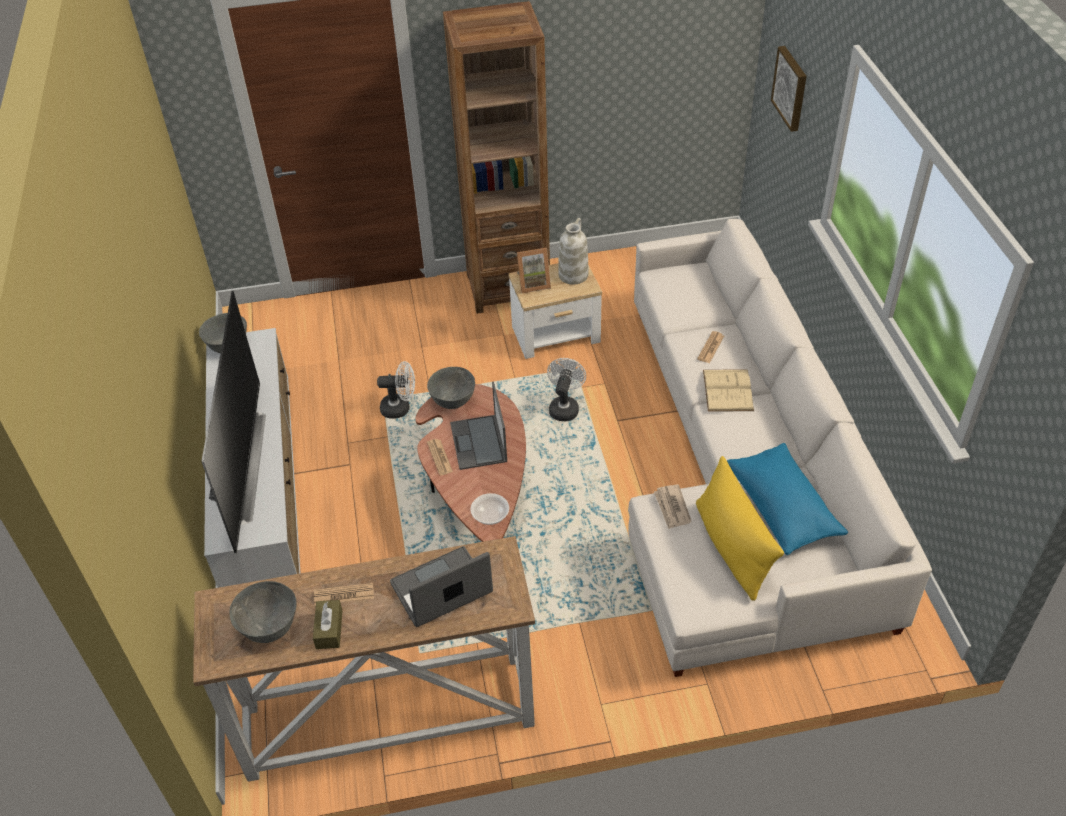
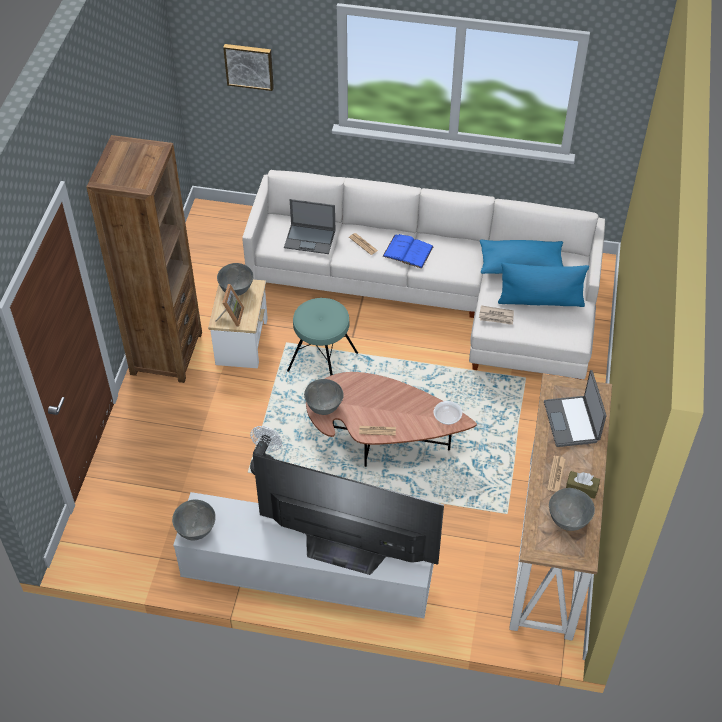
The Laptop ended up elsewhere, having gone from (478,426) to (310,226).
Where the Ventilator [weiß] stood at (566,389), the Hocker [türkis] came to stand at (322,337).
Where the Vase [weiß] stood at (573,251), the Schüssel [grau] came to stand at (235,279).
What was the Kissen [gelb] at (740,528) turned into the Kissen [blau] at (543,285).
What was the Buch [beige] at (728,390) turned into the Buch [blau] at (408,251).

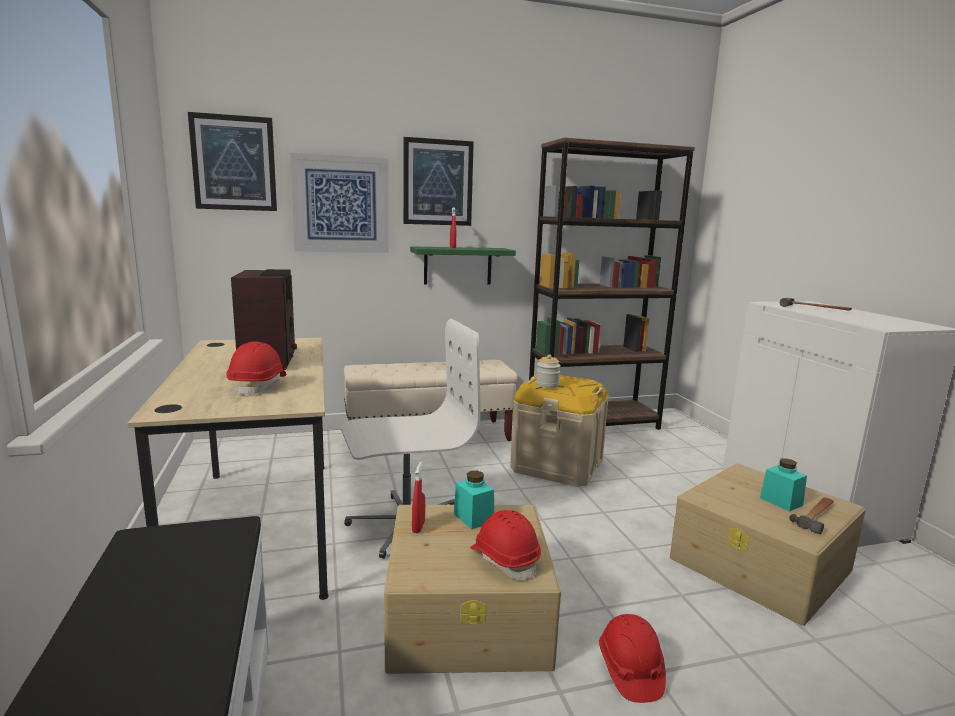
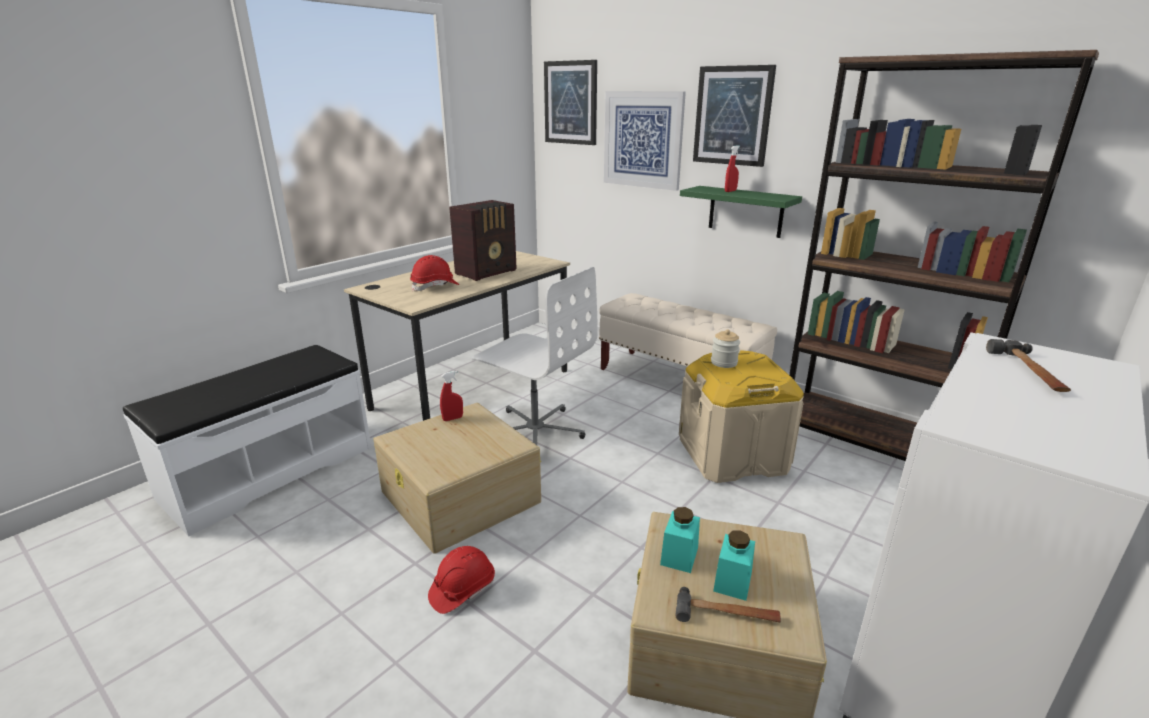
The second view lost the Schutzhelm [rot] at (505,545).
The Vorratsglas [türkis] ended up elsewhere, having gone from (474,500) to (680,540).

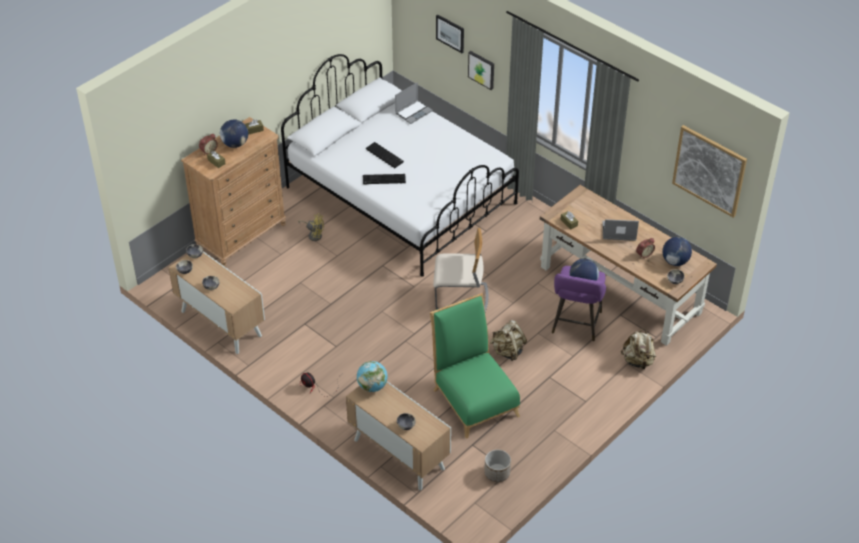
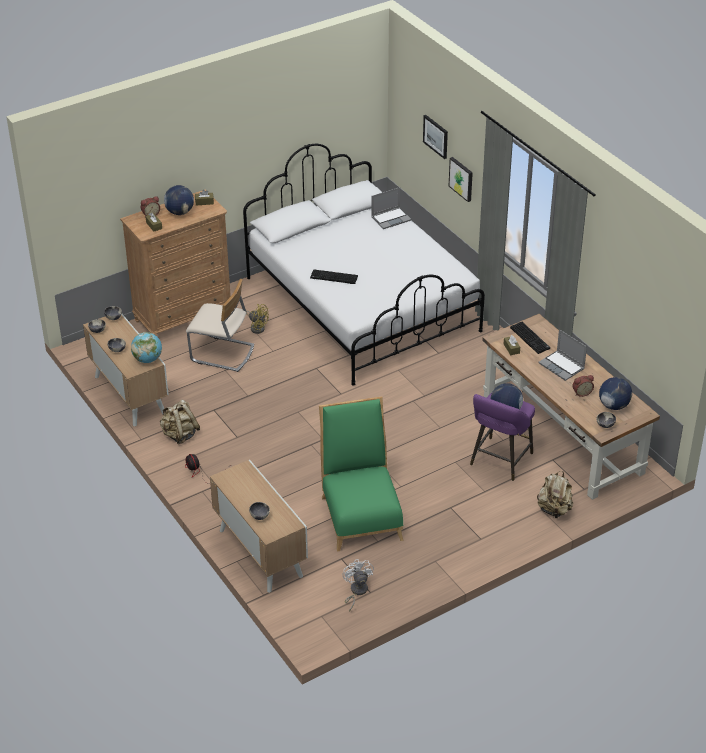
The second view lost the Bild at (709,171).
The Globus ended up elsewhere, having gone from (372,376) to (146,347).
The Tastatur ended up elsewhere, having gone from (385,155) to (530,338).
The Stuhl [beige] ended up elsewhere, having gone from (461,270) to (220,325).
The Rucksack [beige] ended up elsewhere, having gone from (508,340) to (180,421).
Where the Pflanzkübel stood at (497,465), the Ventilator [weiß] came to stand at (358,585).
The Laptop at (621,230) ended up facing another way, 150 degrees counterclockwise from before.

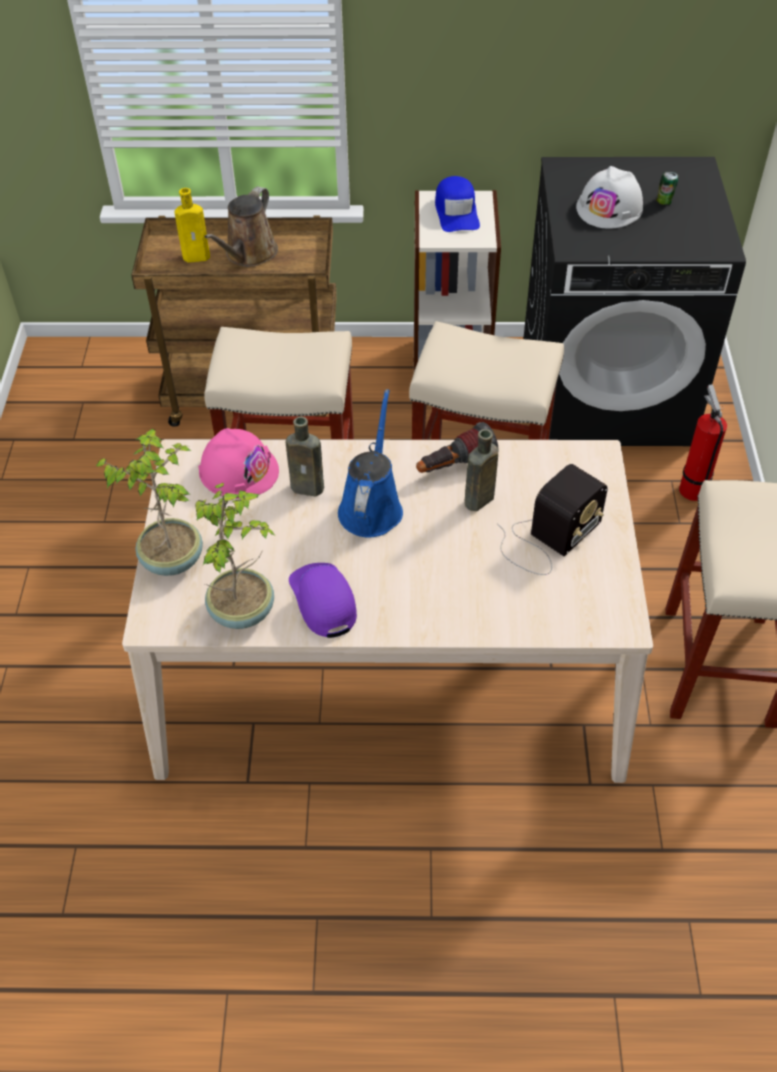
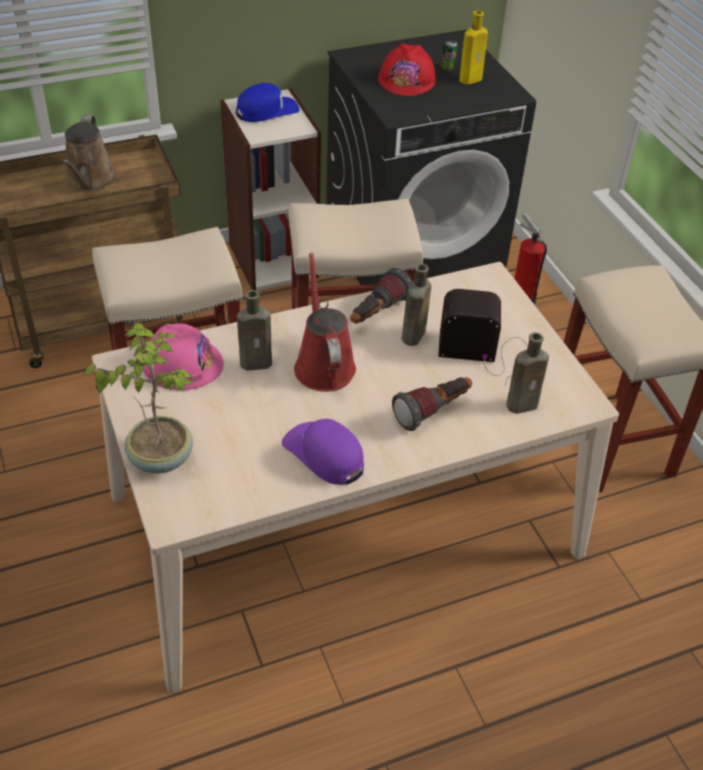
The second view lost the Topfpflanze at (234,556).
The second view gained the Taschenlampe at (432,404).
The second view gained the Flasche [braun] at (527,373).
The Flasche [gelb] ended up elsewhere, having gone from (192,225) to (473,48).
What was the Gießkanne [blau] at (370,463) turned into the Gießkanne [rot] at (325,322).
What was the Schutzhelm [weiß] at (609,197) turned into the Schutzhelm [rot] at (407,69).
The Kappe [blau] at (457,204) ended up facing another way, 90 degrees counterclockwise from before.
The Radio at (552,519) ended up facing another way, 105 degrees counterclockwise from before.

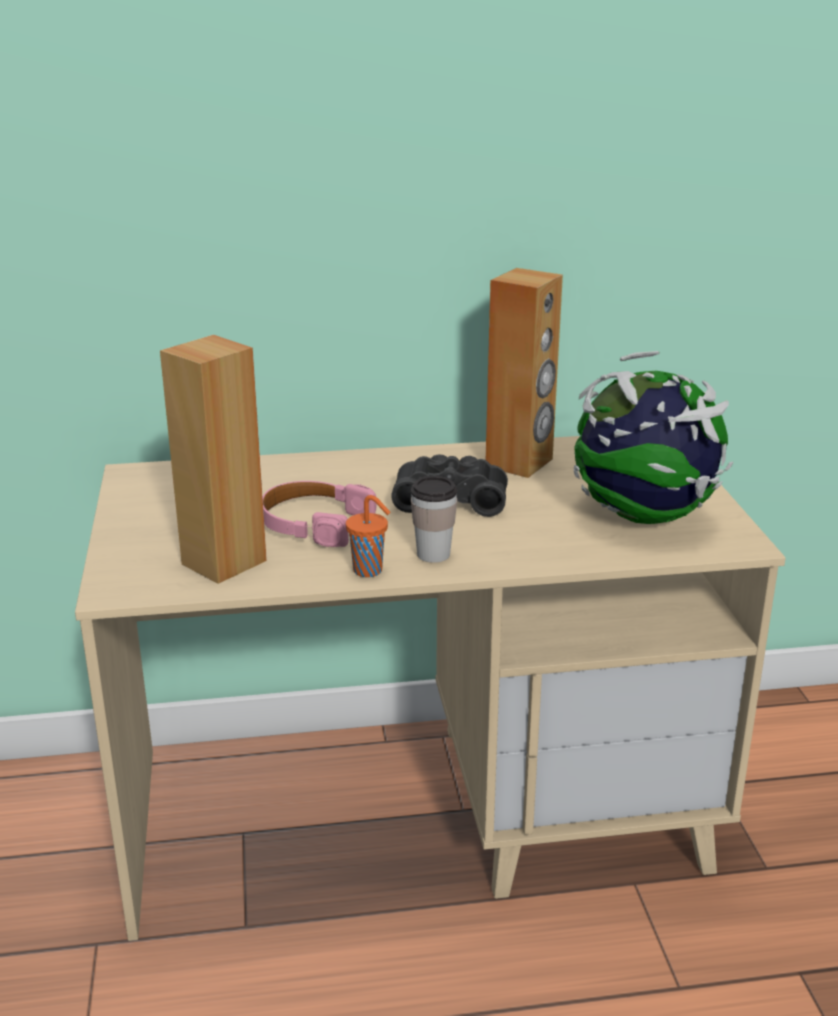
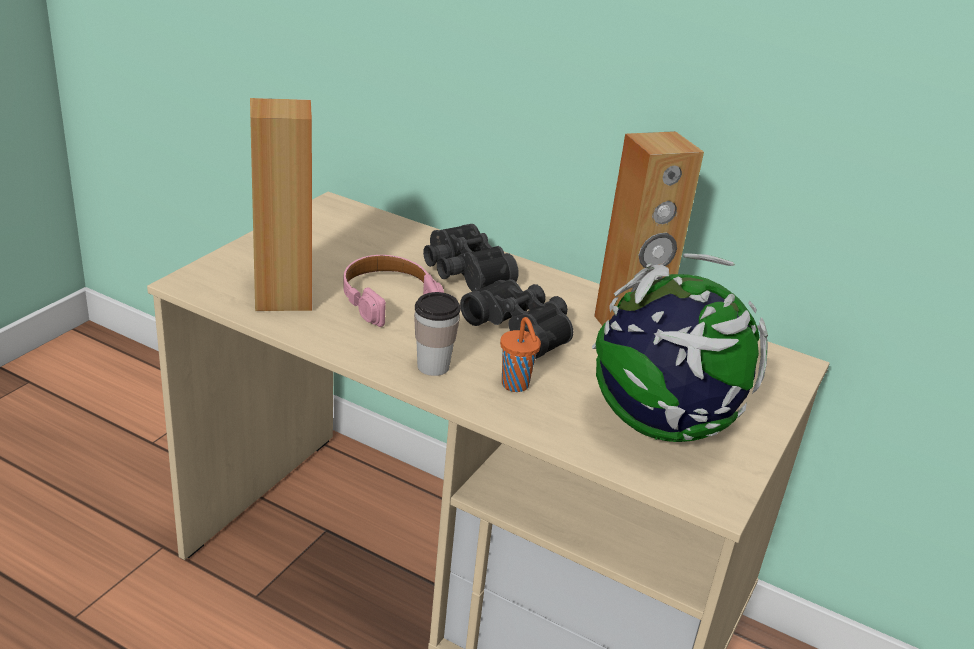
The second view gained the Fernglas [schwarz] at (471,257).
The Tasse [orange] ended up elsewhere, having gone from (368,536) to (520,354).

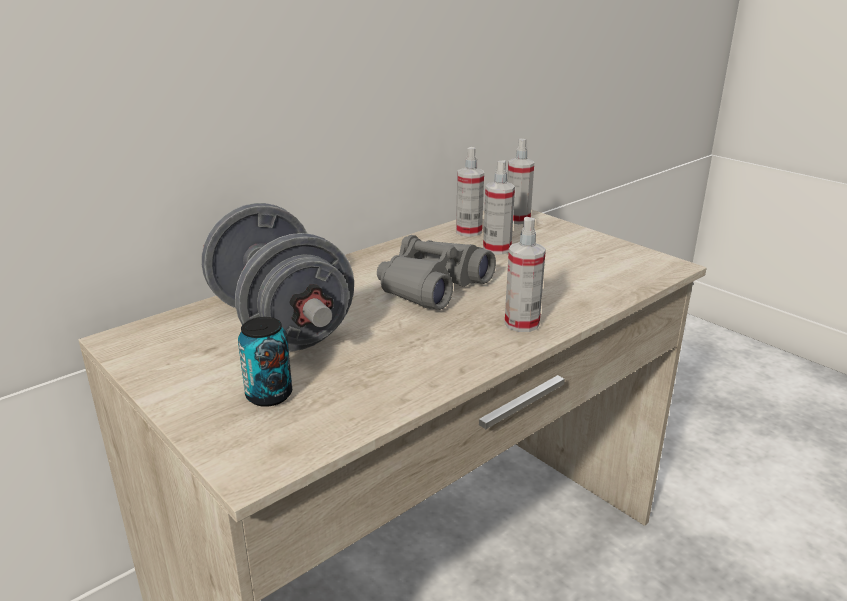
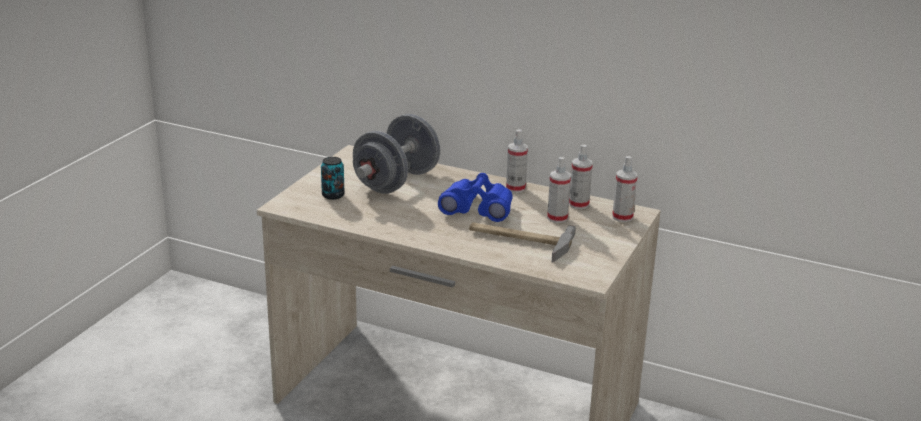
The second view gained the Hammer at (522,242).
The Sprühflasche ended up elsewhere, having gone from (525,274) to (517,161).
What was the Fernglas [grau] at (436,272) turned into the Fernglas [blau] at (475,197).

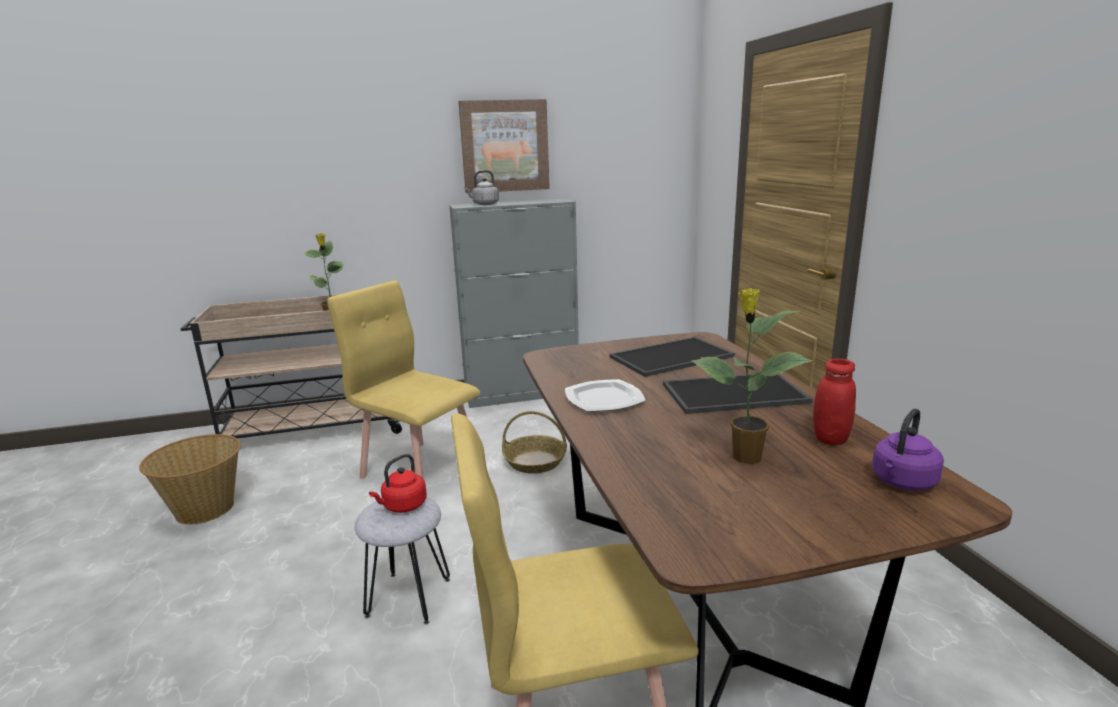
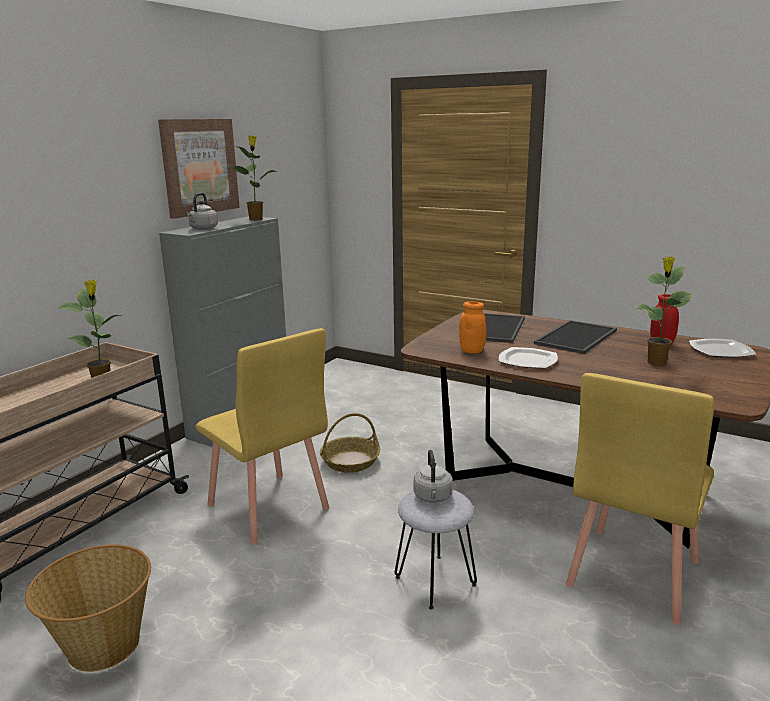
The second view gained the Topfpflanze at (253,178).
The second view gained the Vorratsglas [orange] at (473,327).
Where the Wasserkessel [lila] stood at (908,450), the Teller came to stand at (723,348).
What was the Wasserkessel [rot] at (398,483) turned into the Wasserkessel [grau] at (433,476).
The Stuhl [gelb] at (403,379) ended up facing another way, 120 degrees counterclockwise from before.

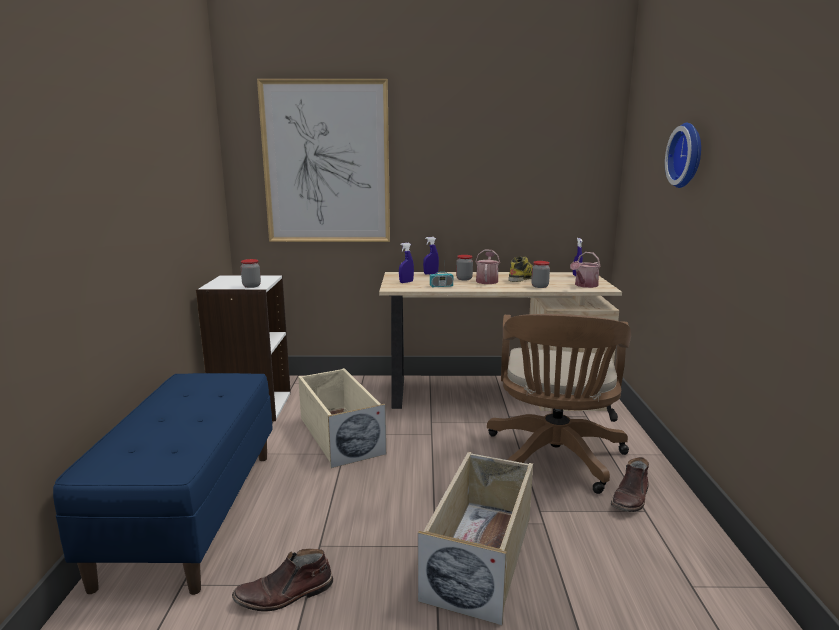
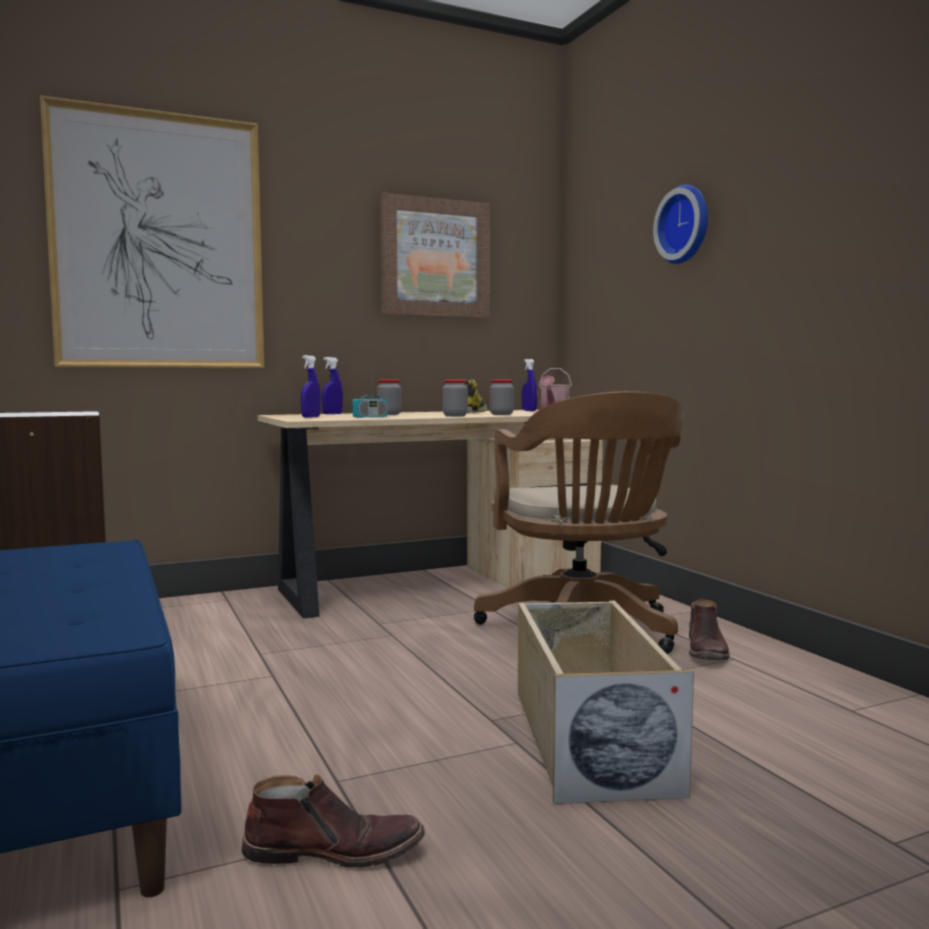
The second view lost the Aufbewahrungsbox [beige] at (342,418).
The second view lost the Gießkanne at (487,266).
The second view gained the Bild at (435,255).
The Vorratsglas ended up elsewhere, having gone from (251,273) to (455,398).
The Stiefel [braun] at (282,580) ended up facing another way, 135 degrees counterclockwise from before.

